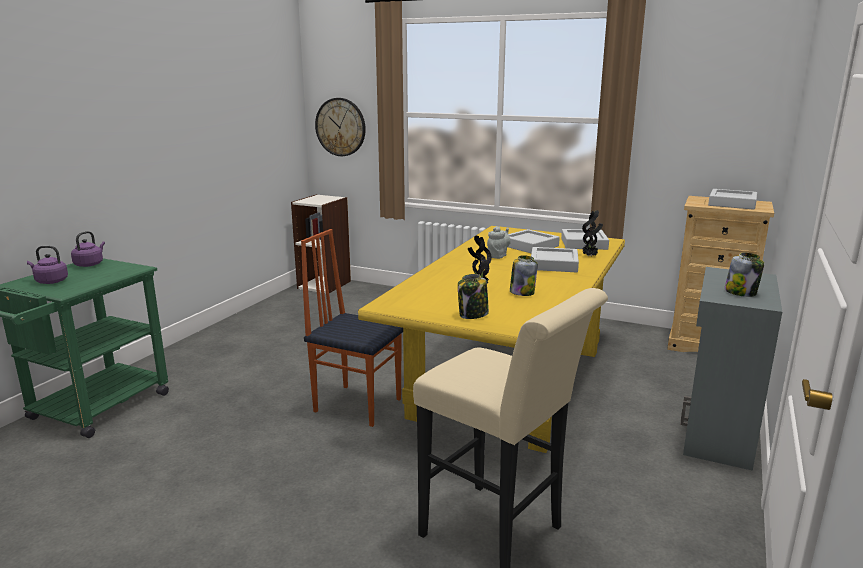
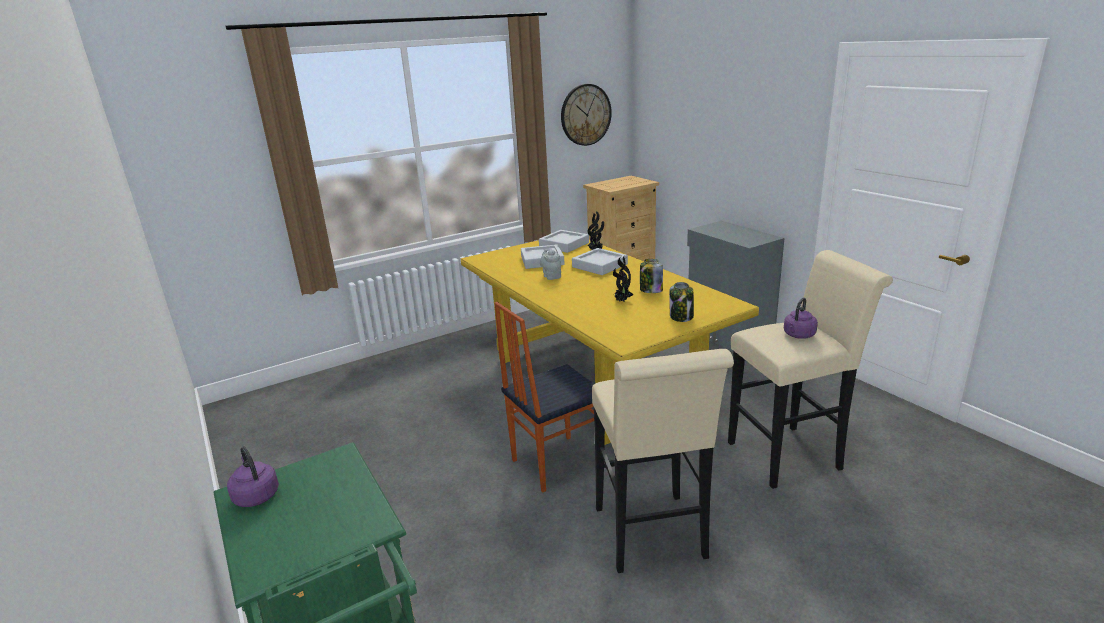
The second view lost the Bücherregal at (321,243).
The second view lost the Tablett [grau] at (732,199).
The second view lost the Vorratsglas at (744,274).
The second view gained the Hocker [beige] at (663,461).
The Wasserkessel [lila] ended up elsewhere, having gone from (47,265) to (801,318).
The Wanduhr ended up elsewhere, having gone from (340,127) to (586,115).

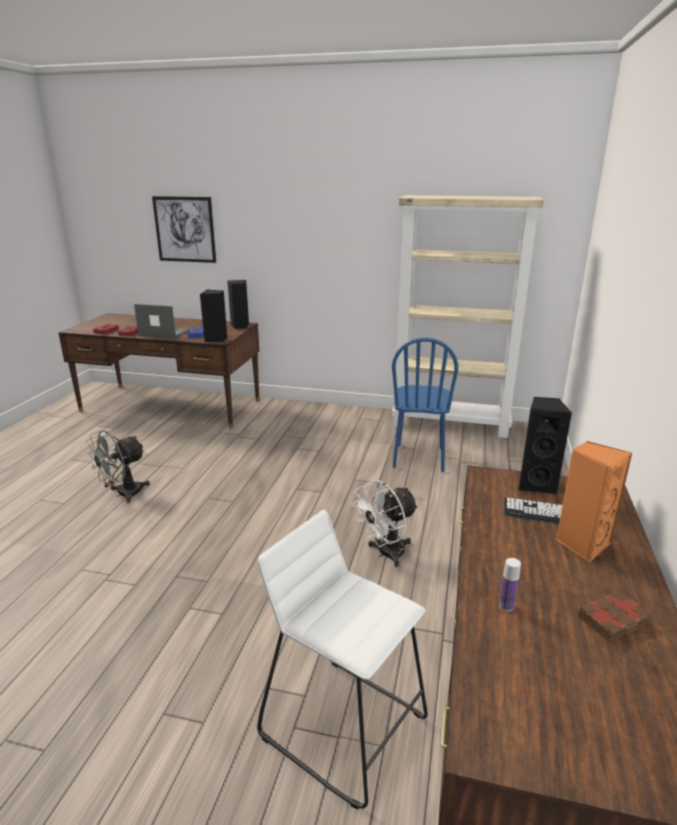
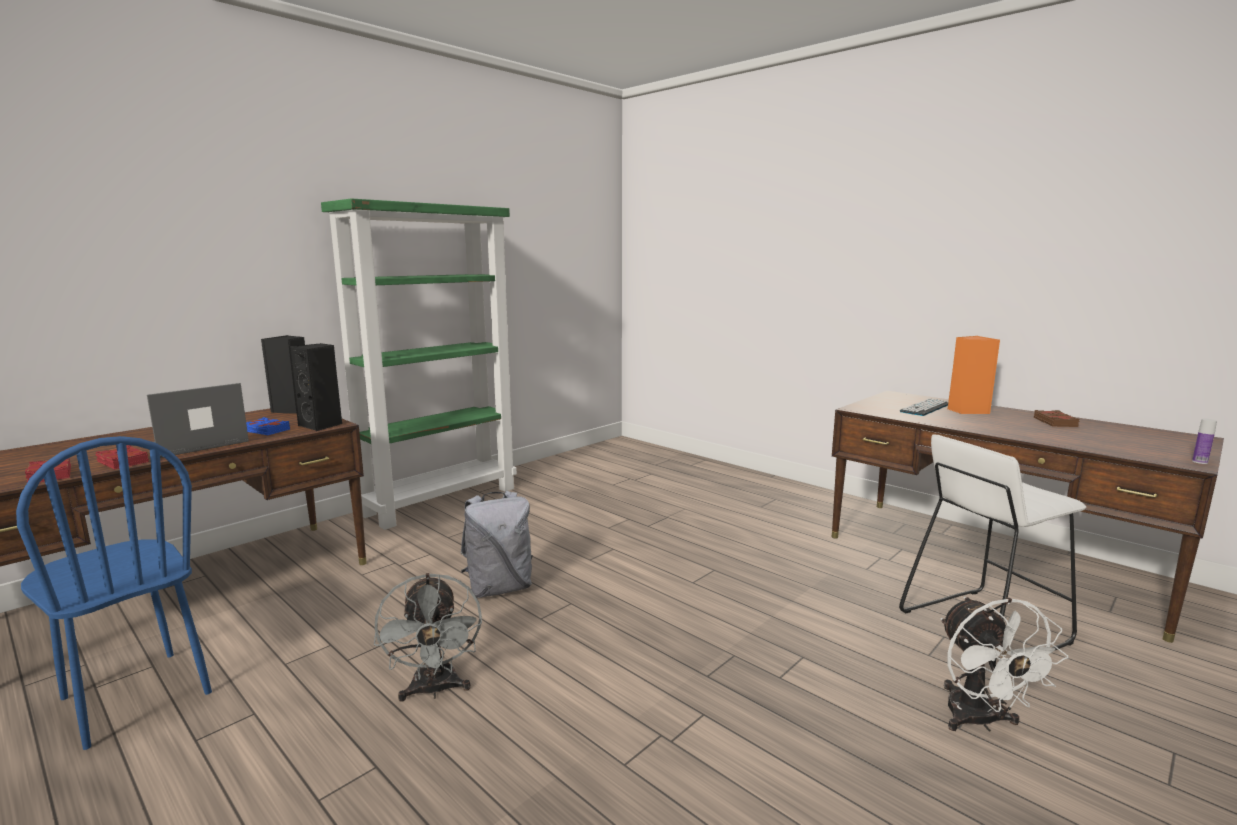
The second view lost the Bild at (184,229).
The second view lost the Bücherregal [beige] at (468,316).
The second view lost the Lautsprecher [schwarz] at (545,446).
The second view gained the Bücherregal [grün] at (419,364).
The second view gained the Rucksack [grau] at (496,544).
The Ventilator [weiß] ended up elsewhere, having gone from (384,523) to (1004,664).
The Stuhl [blau] ended up elsewhere, having gone from (425,405) to (114,593).
The Flasche ended up elsewhere, having gone from (510,584) to (1204,441).

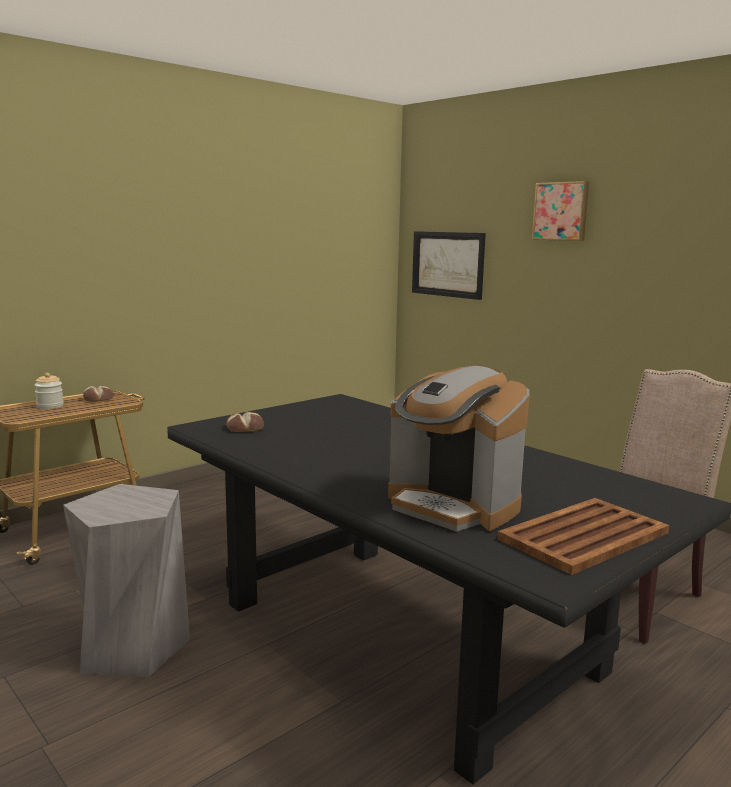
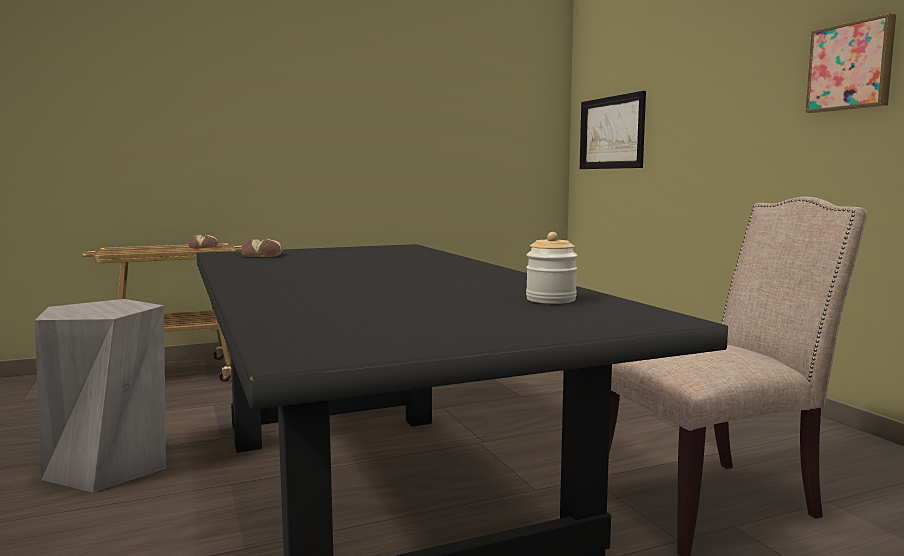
The second view lost the Kaffeemaschine at (459,449).
The second view lost the Tablett [braun] at (583,536).
The Vorratsglas ended up elsewhere, having gone from (49,391) to (552,268).
The Bild ended up elsewhere, having gone from (560,211) to (850,63).

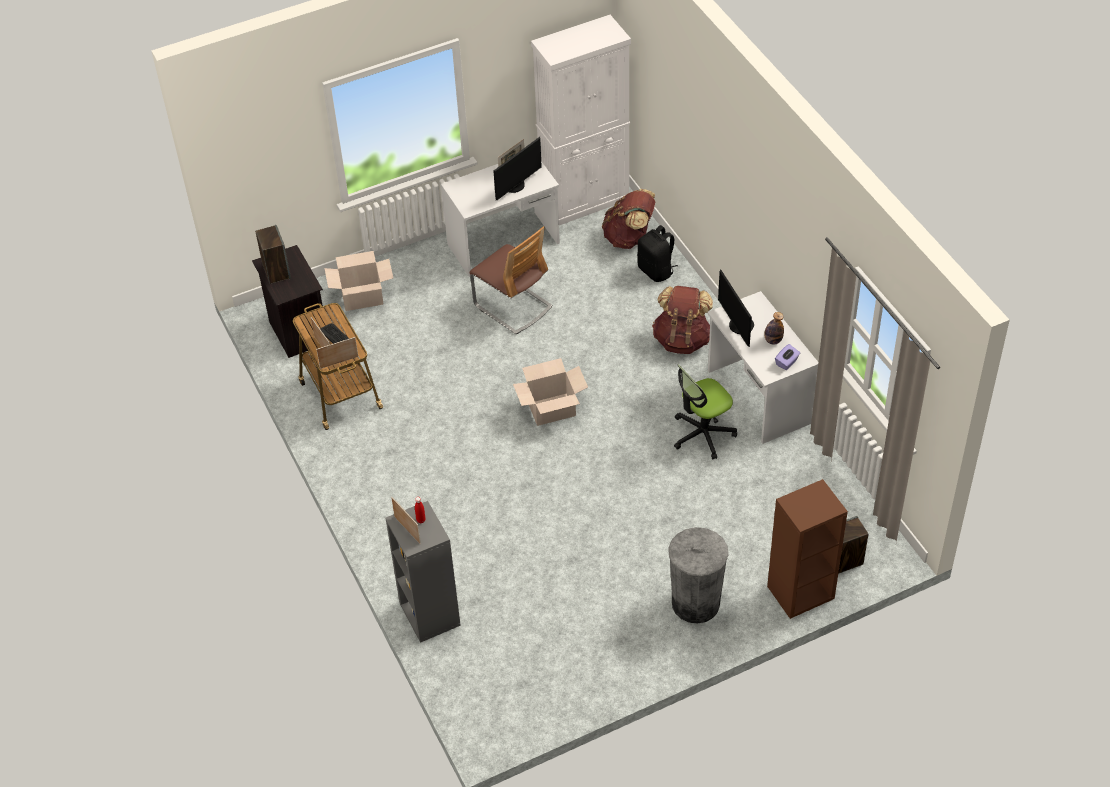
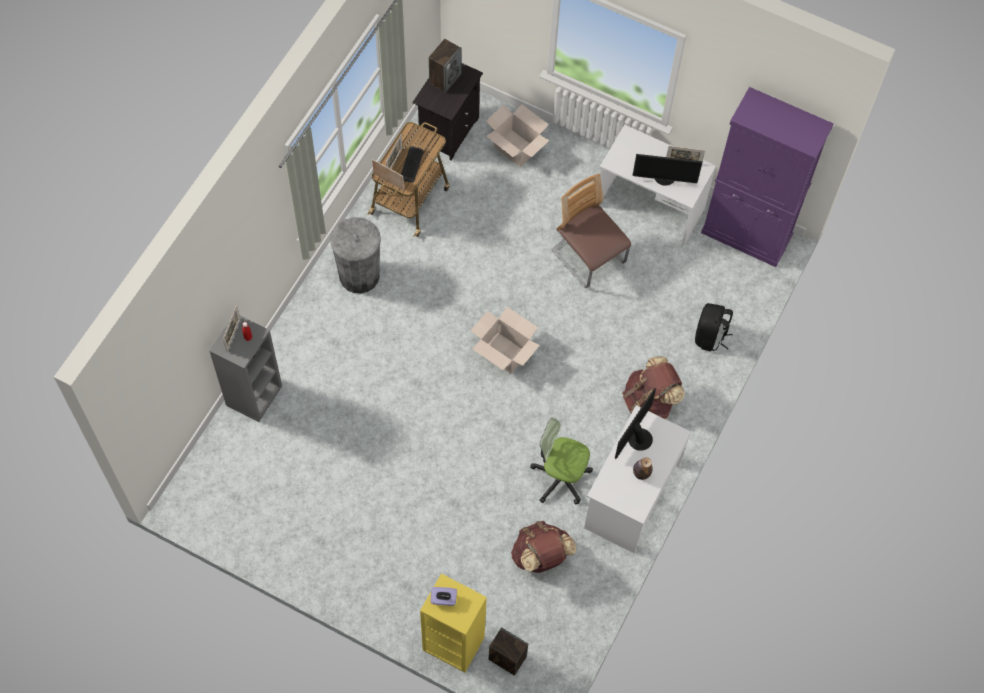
The Rucksack [braun] ended up elsewhere, having gone from (628,219) to (543,547).
The Mülleimer [grau] ended up elsewhere, having gone from (698,575) to (355,255).
The Taschentuchbox [lila] ended up elsewhere, having gone from (787,357) to (443,596).
What was the Schrank [weiß] at (581,120) turned into the Schrank [lila] at (767,177).
What was the Bücherregal [braun] at (807,549) turned into the Bücherregal [gelb] at (453,623).
The Stuhl at (510,280) ended up facing another way, 135 degrees clockwise from before.

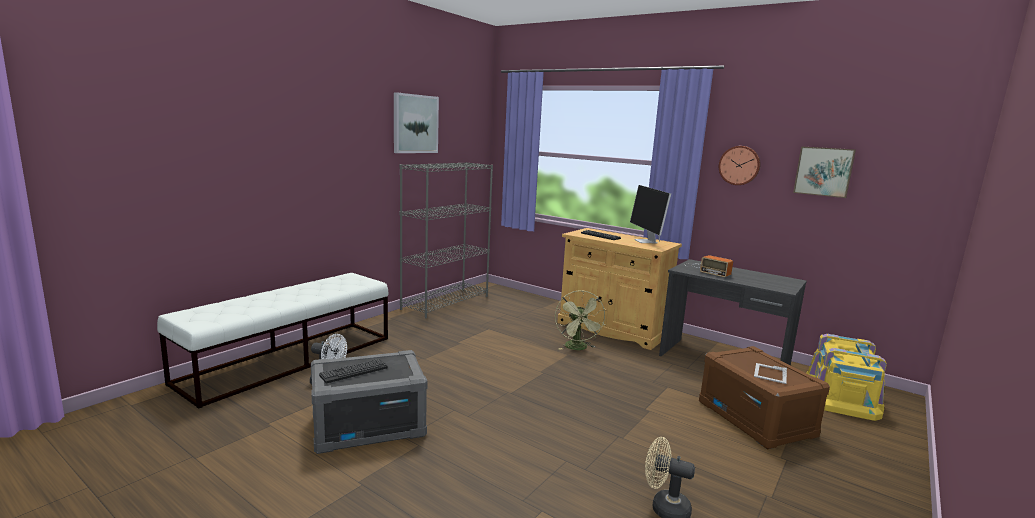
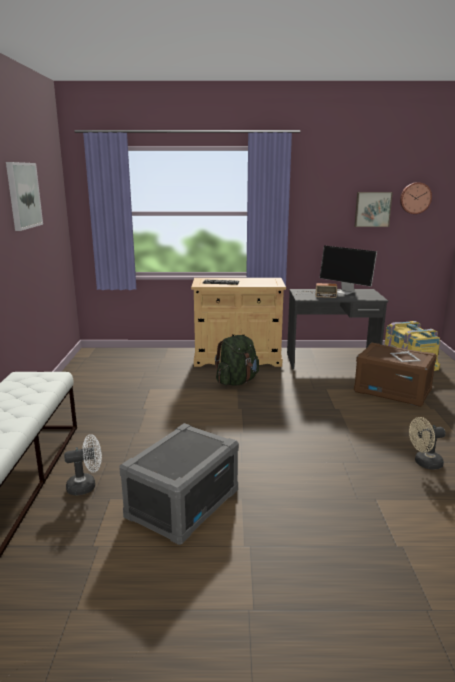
The second view lost the Tastatur at (353,371).
The second view lost the Bücherregal [grau] at (446,240).
The Monitor ended up elsewhere, having gone from (650,214) to (348,270).
The Wanduhr ended up elsewhere, having gone from (740,165) to (416,198).
Where the Ventilator [grün] stood at (580,320), the Rucksack [grün] came to stand at (237,360).

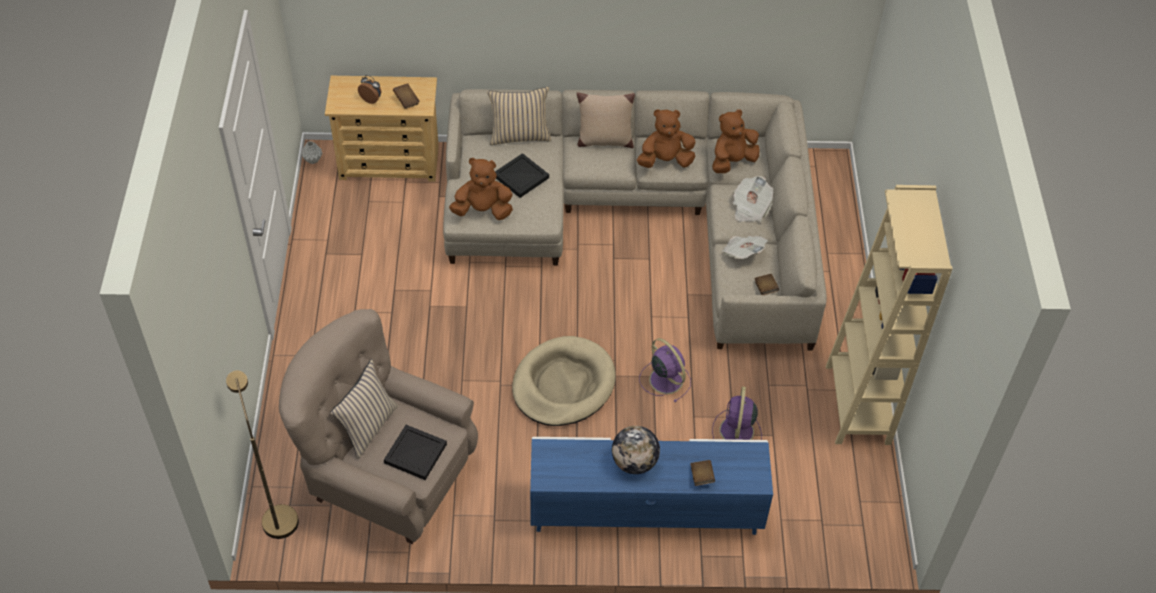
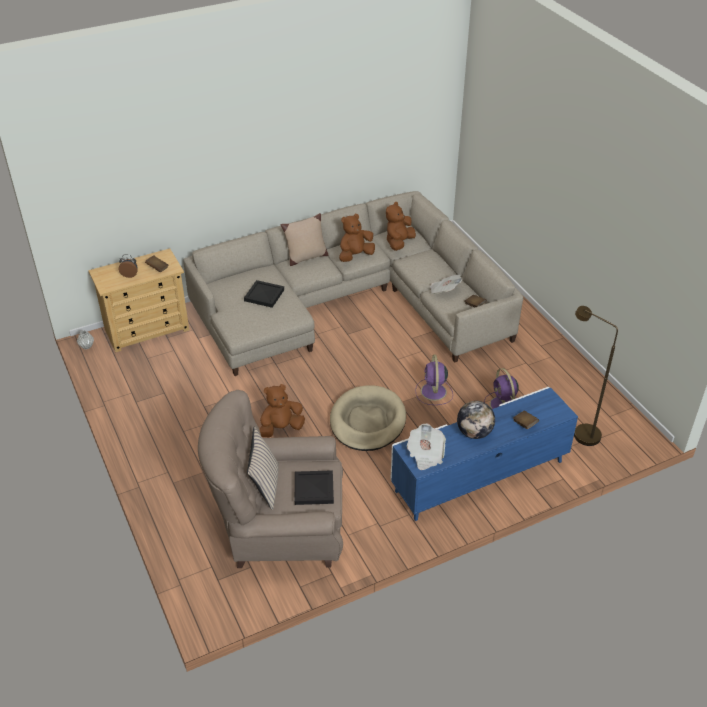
The second view lost the Kissen [beige] at (519,115).
The second view lost the Bücherregal [beige] at (889,315).
The Stehlampe [braun] ended up elsewhere, having gone from (262,455) to (596,376).
The Plüschtier [braun] ended up elsewhere, having gone from (481,189) to (282,410).
The Zeitung ended up elsewhere, having gone from (753,199) to (426,447).
The Ventilator [lila] at (665,370) ended up facing another way, 120 degrees counterclockwise from before.

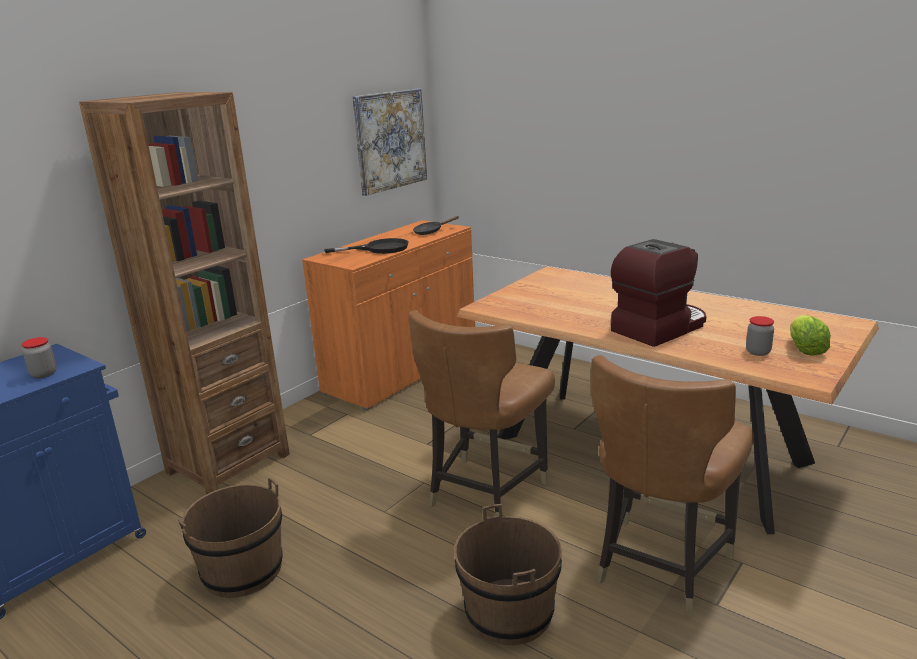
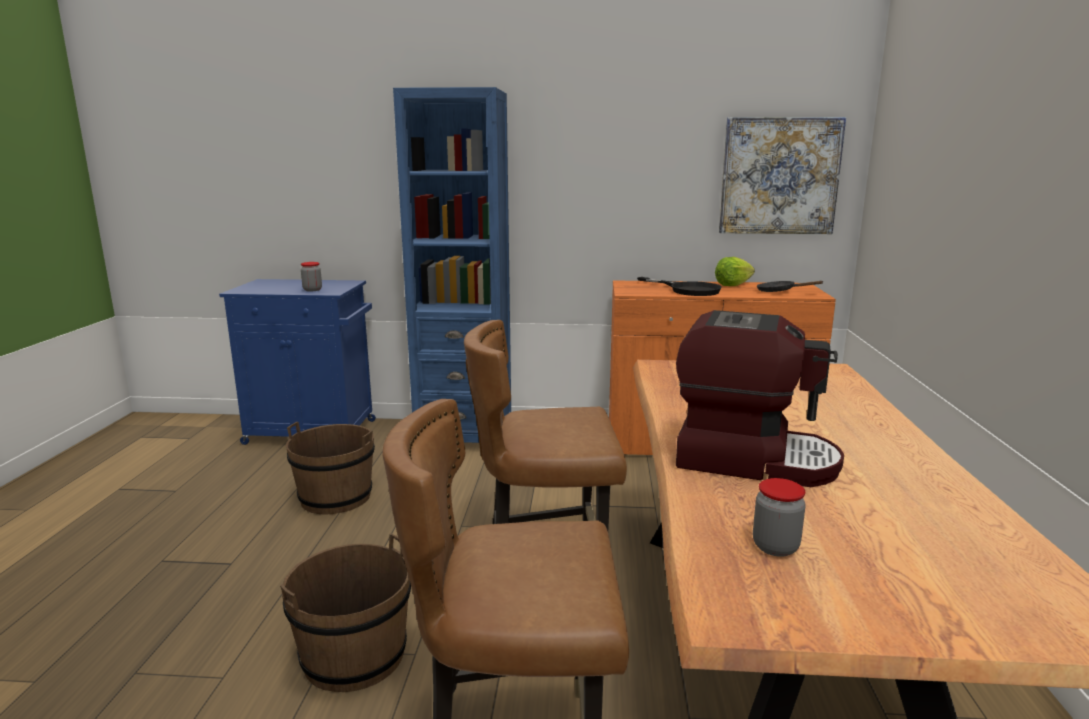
The Salatkopf ended up elsewhere, having gone from (810,335) to (735,271).
What was the Bücherregal [braun] at (184,293) turned into the Bücherregal [blau] at (452,265).

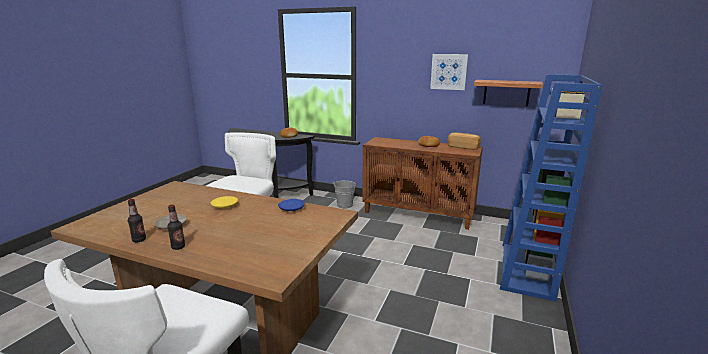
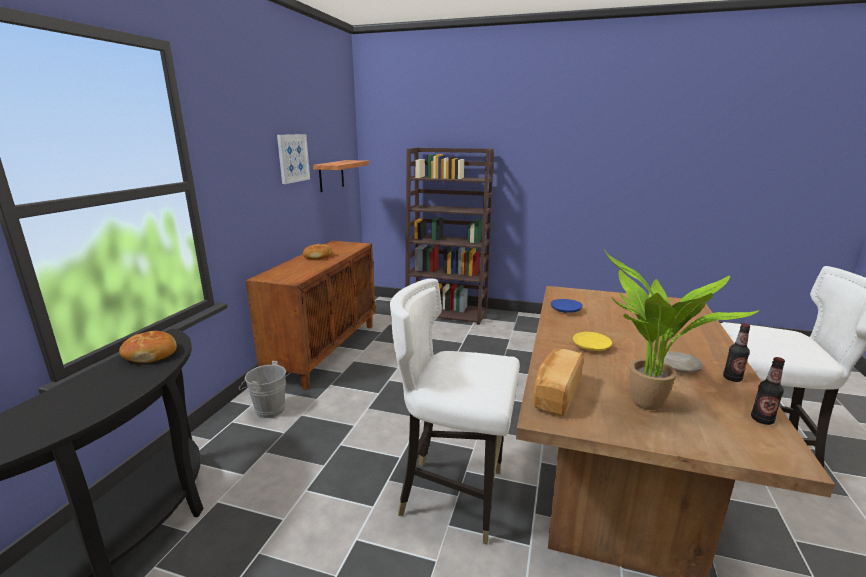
The second view gained the Topfpflanze at (681,330).
The Flasche ended up elsewhere, having gone from (176,227) to (768,391).
The Brot ended up elsewhere, having gone from (464,141) to (558,383).
What was the Bücherregal [blau] at (551,188) turned into the Bücherregal [braun] at (449,236).

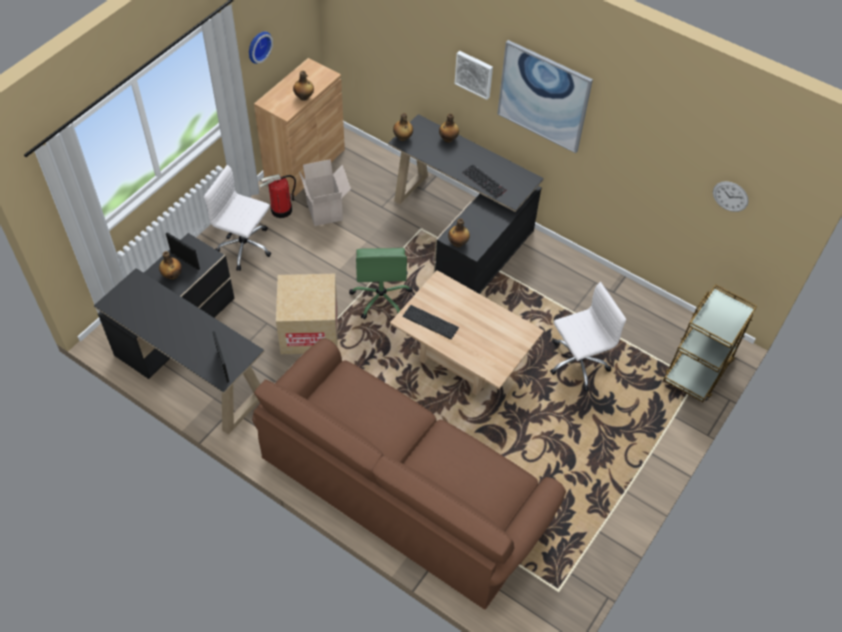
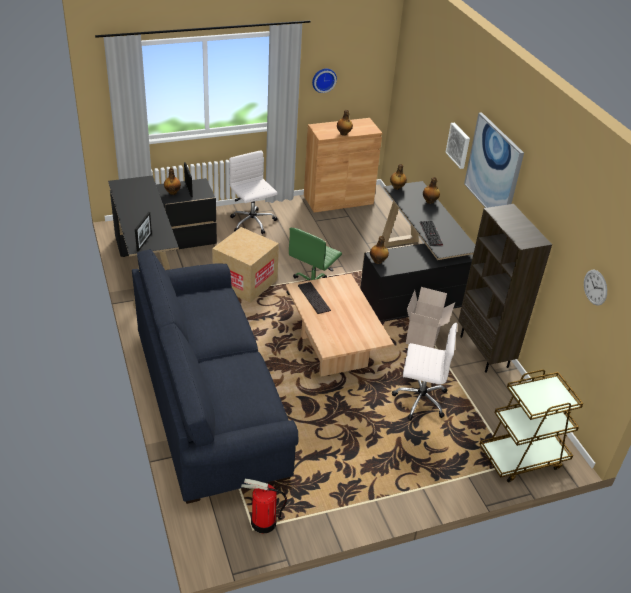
The second view gained the Bücherregal [braun] at (505,288).
The Feuerlöscher ended up elsewhere, having gone from (278,196) to (264,506).
The Karton ended up elsewhere, having gone from (325,192) to (430,317).
What was the Sofa [braun] at (409,473) turned into the Sofa [blau] at (215,376).

